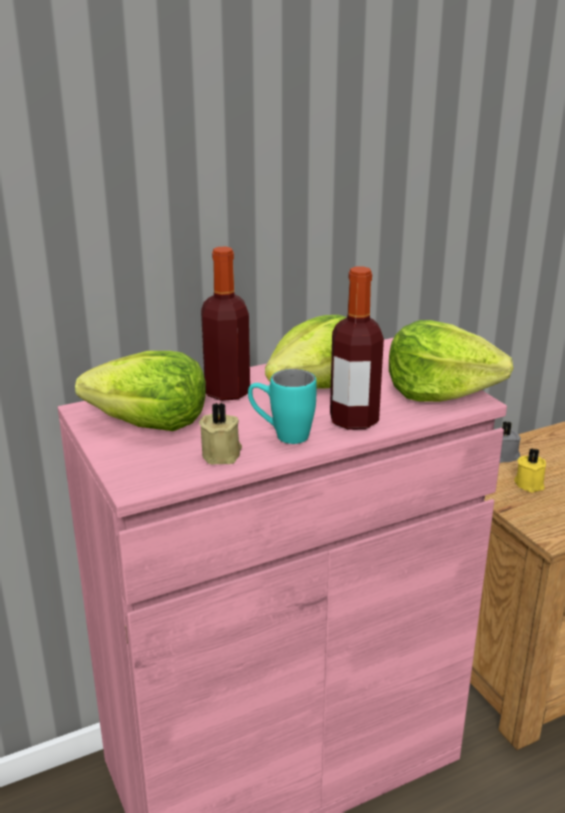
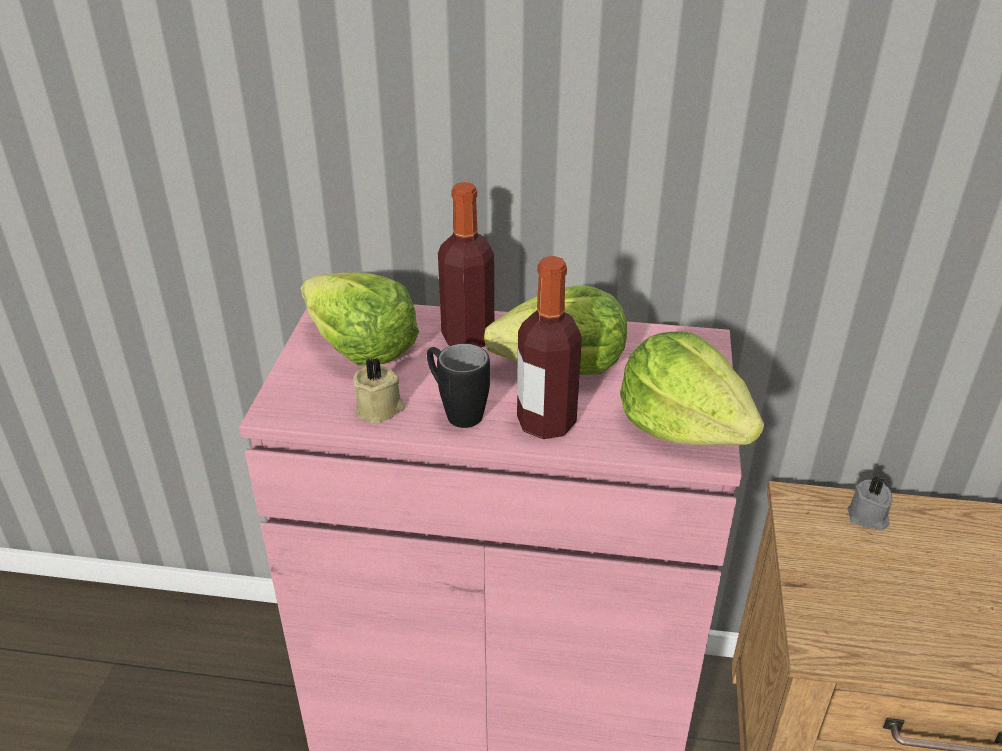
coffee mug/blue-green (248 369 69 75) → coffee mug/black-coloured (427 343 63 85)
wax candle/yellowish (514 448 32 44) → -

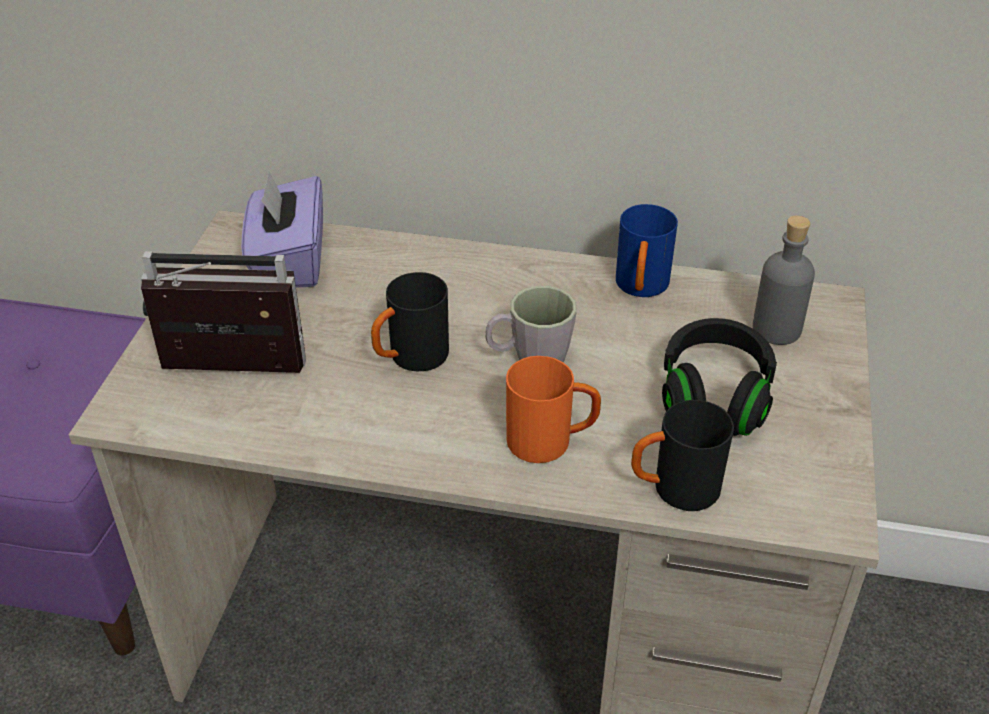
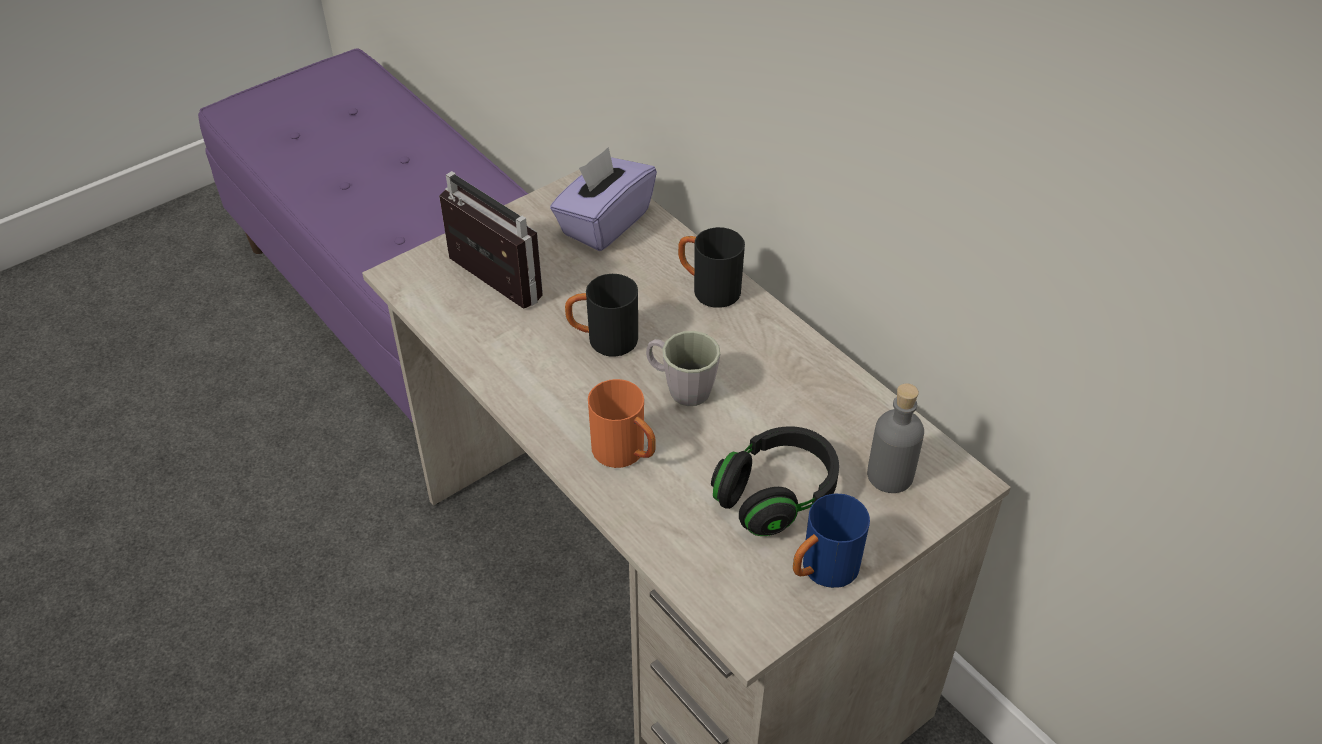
coffee mug/black-coloured (631 400 103 111) → coffee mug/black-coloured (678 227 67 81), move
coffee mug/bluish (616 204 62 93) → coffee mug/bluish (793 494 77 94), move

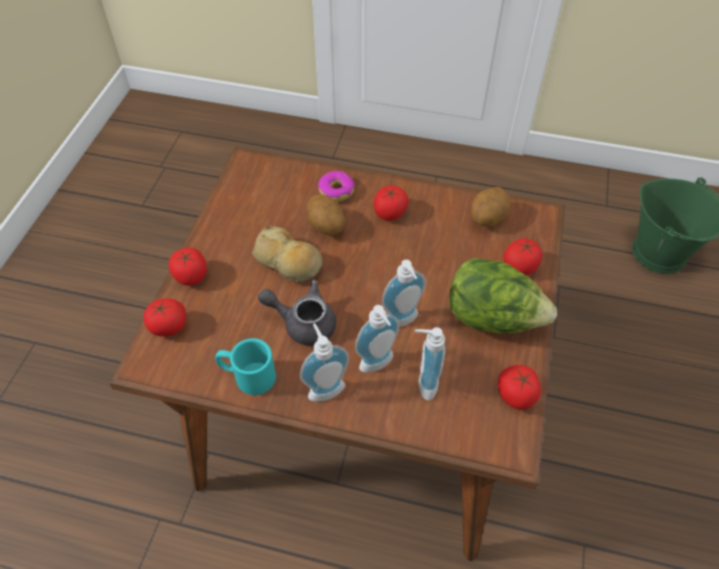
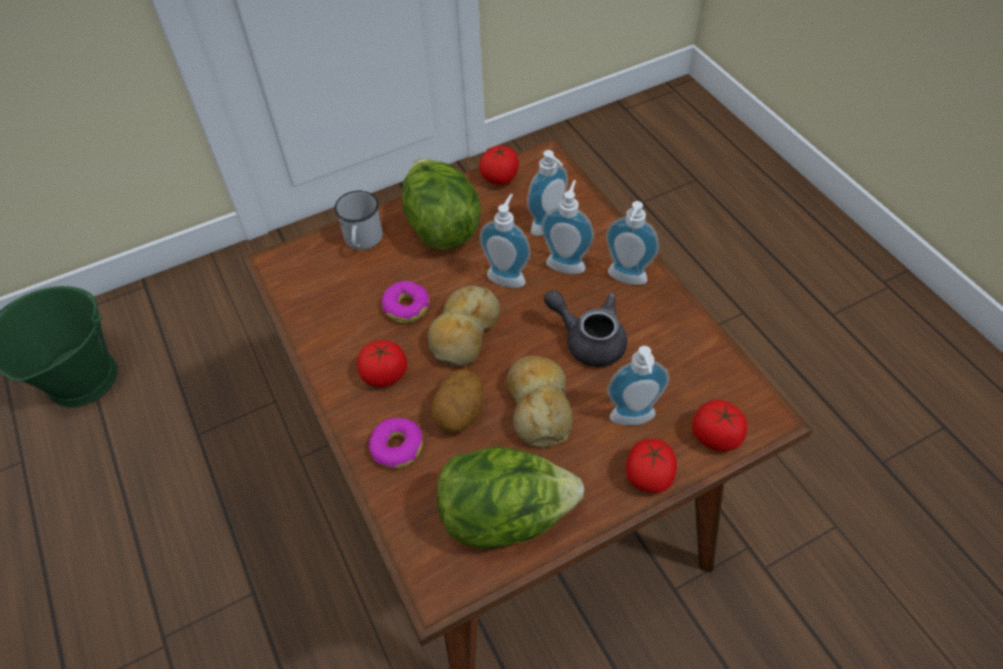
whole tomato (504 238 38 38) → coffee mug/white (334 191 49 59)
- → donut (382 281 47 42)
- → bakery bread (428 286 72 81)
- → lettuce head (437 446 147 103)
teapot/greyish (258 280 78 65) → teapot/greyish (544 290 83 77), 150 degrees clockwise
- → soap dispenser (607 346 63 80)
coffee mug/blue-green (215 338 61 57) → -
whole potato (471 187 40 40) → -

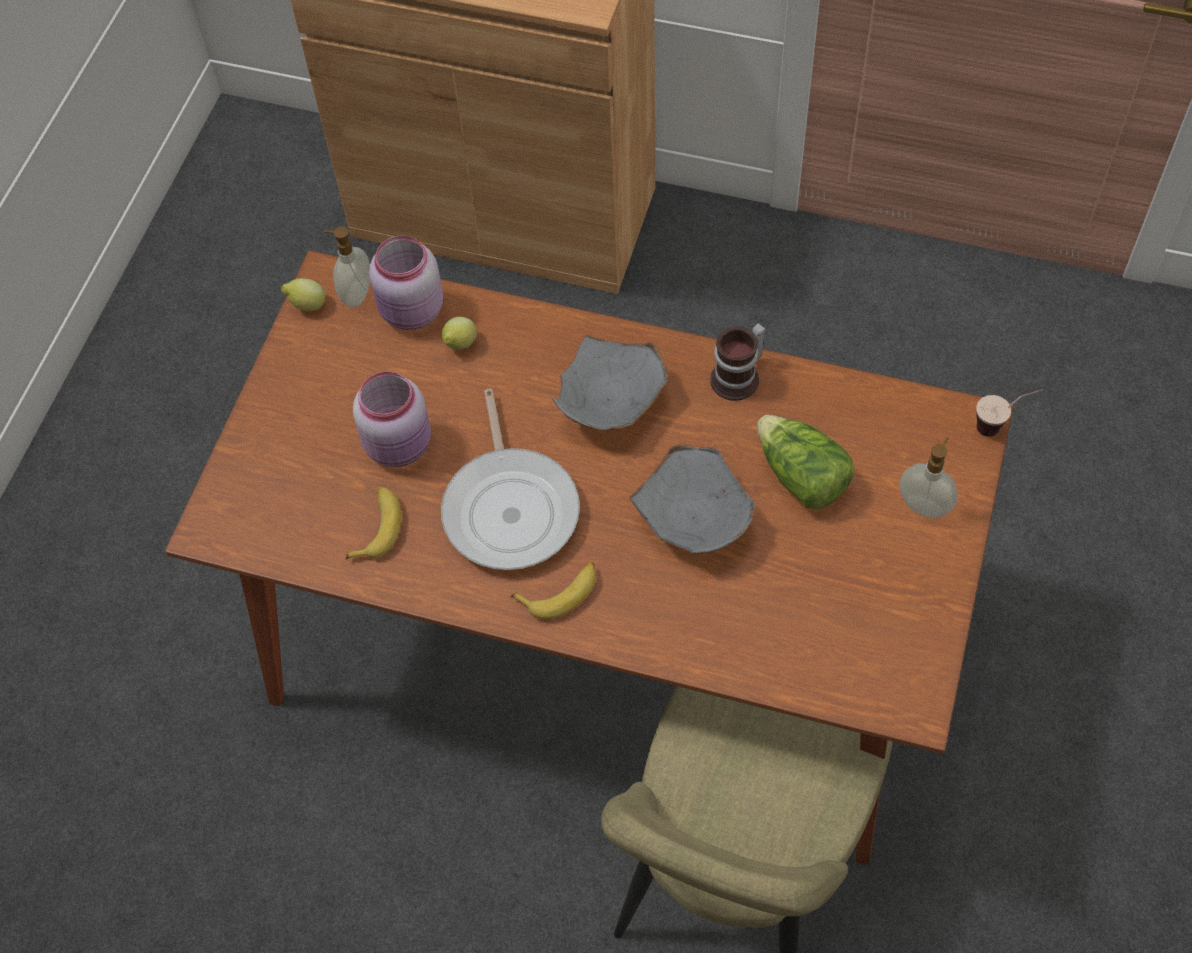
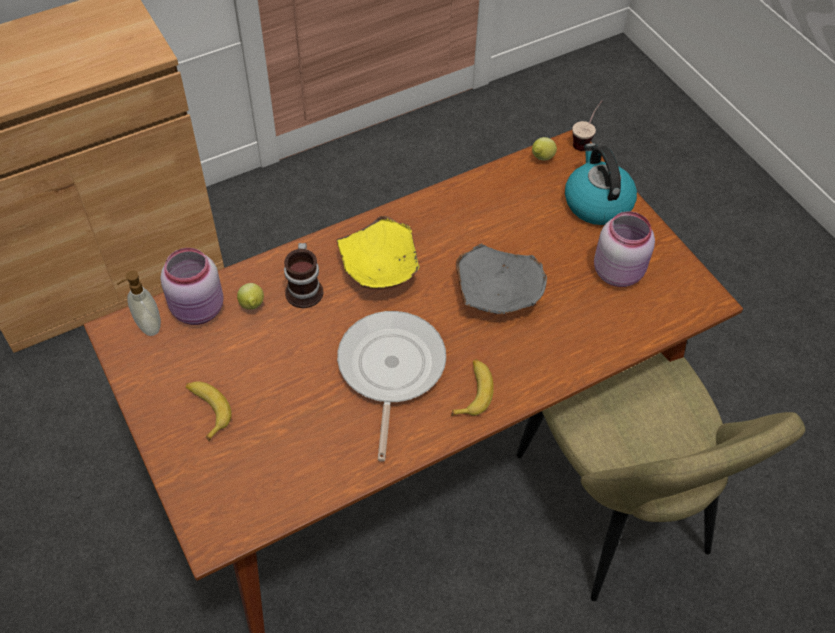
banana (346 485 55 75) → banana (186 381 46 60), move
coffee mug (710 323 56 78) → coffee mug (284 243 39 65), move
serving bowl/greyish (553 335 115 95) → serving bowl/yellowish (336 216 84 73)
frying pan (441 389 139 181) → frying pan (337 311 109 150), 120 degrees counterclockwise
whole lemon (281 278 44 33) → whole lemon (532 137 25 24), move
soap dispenser (900 437 58 82) → tea kettle (565 143 72 82)
preserve jar/pinkish (353 371 78 96) → preserve jar/pinkish (594 211 61 76), move
lettuce head (757 415 98 94) → -

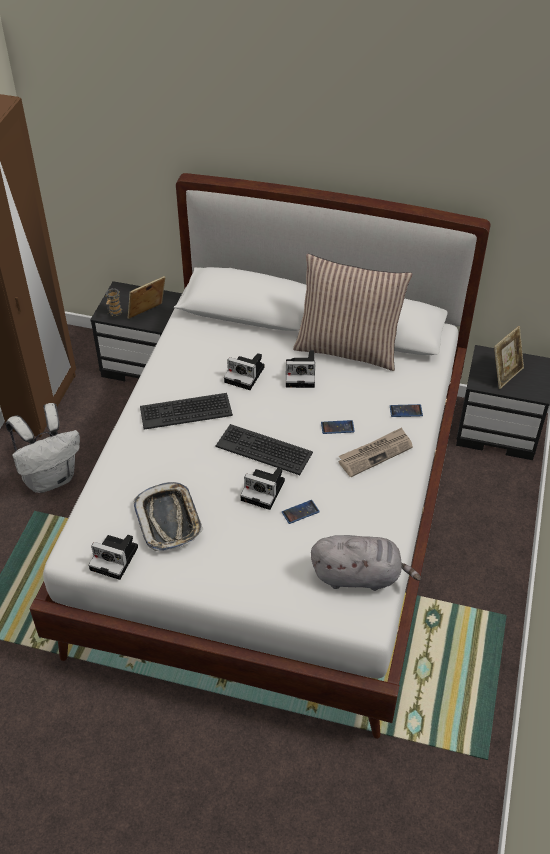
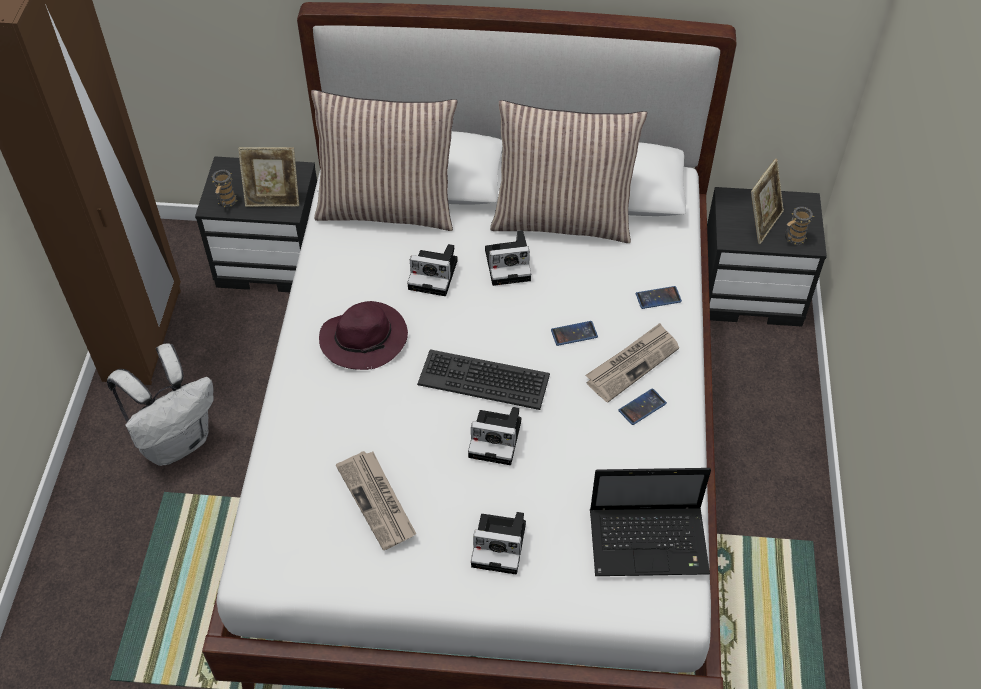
standing frame (128 276 37 43) → standing frame (238 147 61 60), 135 degrees counterclockwise
- → pillow (311 90 146 141)
keyboard (140 393 93 37) → hat/purple-coloured (319 301 89 69)
tray (134 482 69 69) → printed paper (336 451 80 99)
still camera (88 535 50 45) → still camera (471 512 55 62), move
soft toy/greyish (311 535 110 56) → laptop (590 468 121 108)
telephone (282 500 38 24) → telephone (618 389 49 36), move
- → coffee mug (785 207 29 38)

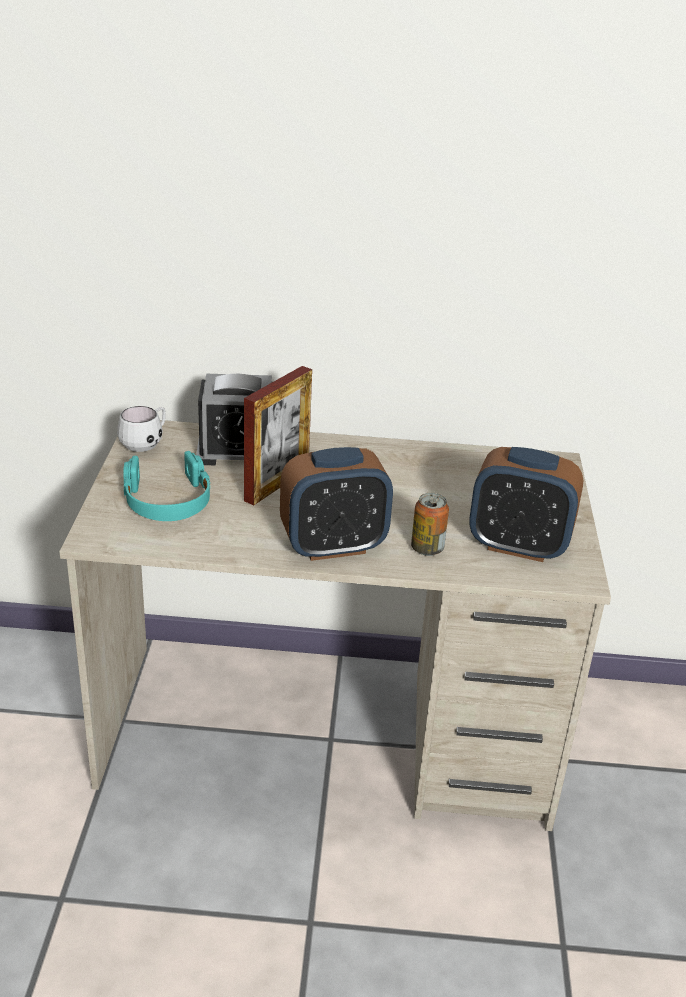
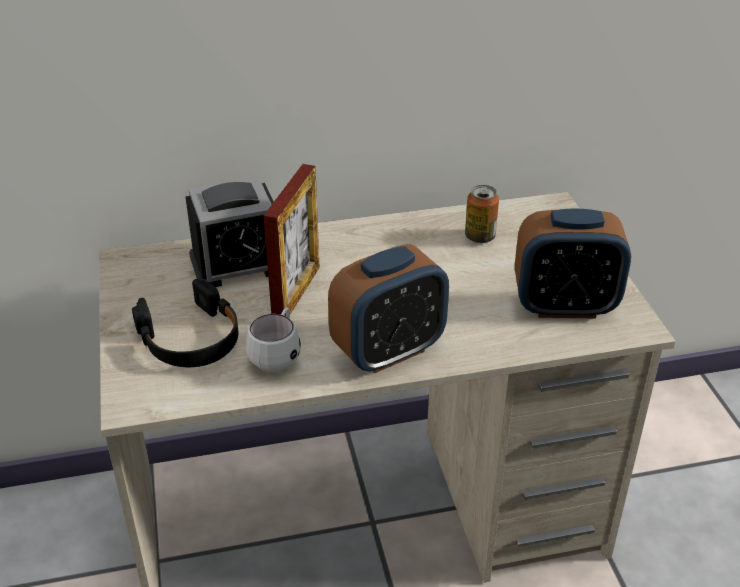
headphones/blue-green (123 451 87 70) → headphones/black-coloured (132 279 107 88)
coffee mug/white (117 406 49 46) → coffee mug/white (246 308 55 64), move
can (411 493 38 63) → can (465 185 34 58), move

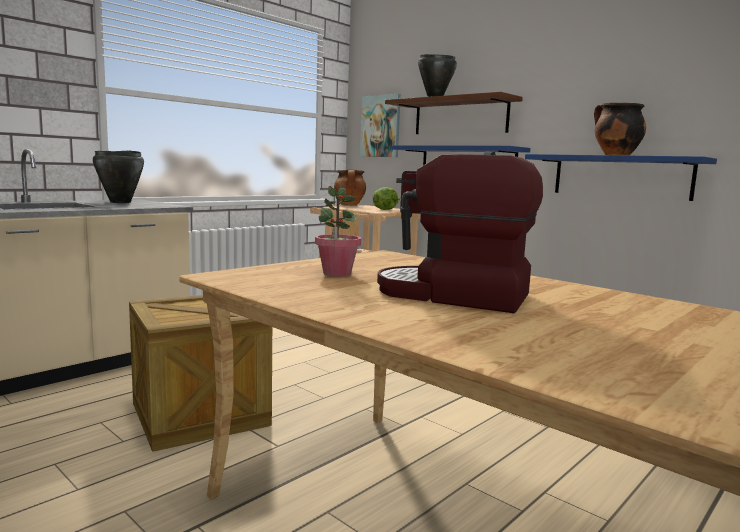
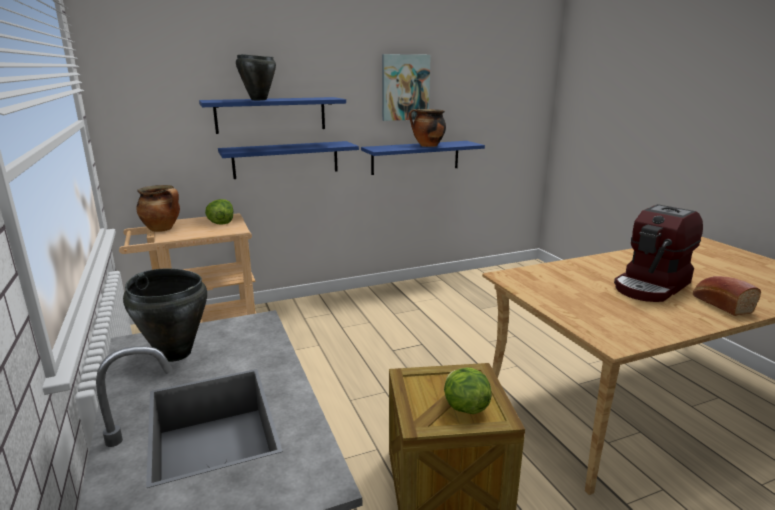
shelf/brownish (385 92 138 42) → shelf/bluish (199 97 147 37)
wall art (360 94 41 63) → wall art (382 54 49 67), move
- → lettuce head (444 367 48 47)
- → bakery bread (693 276 68 40)
plant in a pot (315 186 46 91) → -

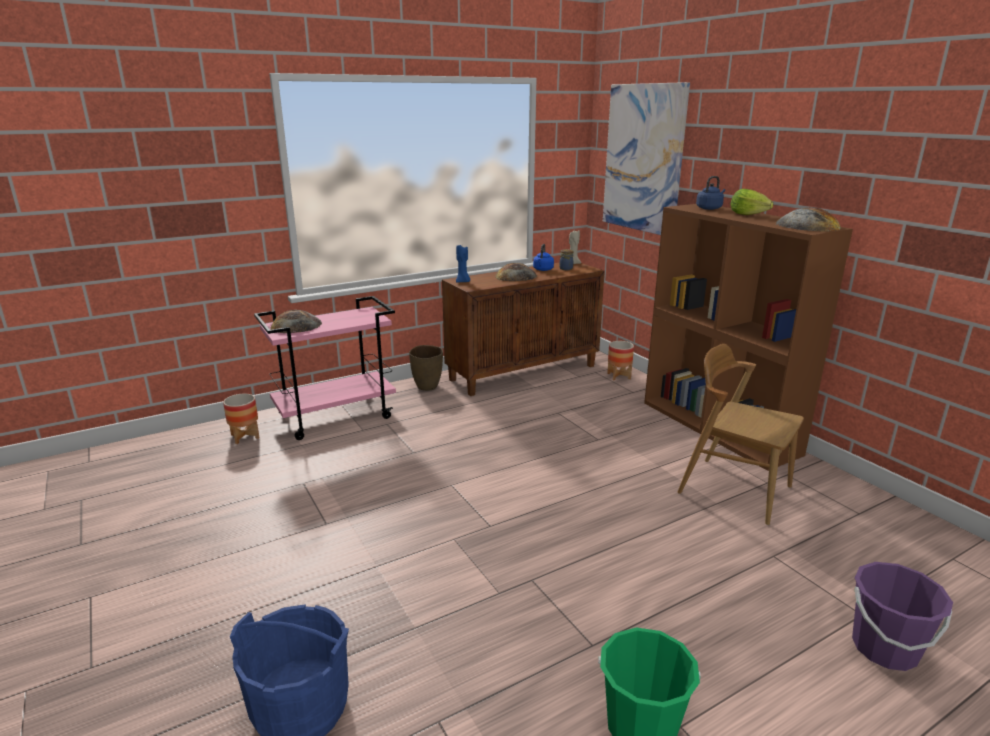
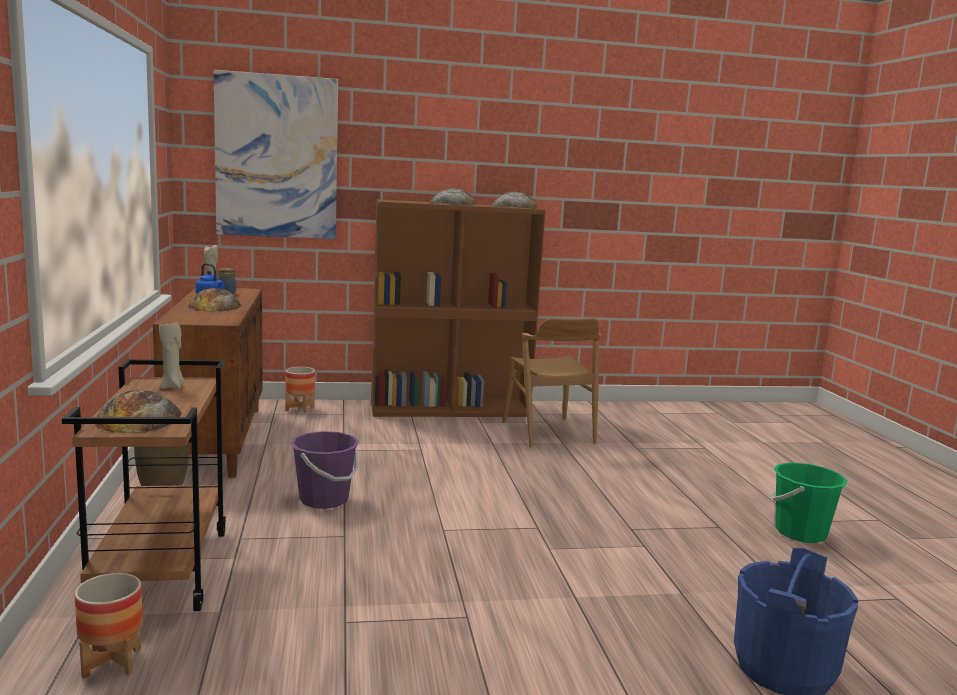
cart/pinkish (254 296 142 144) → cart/brownish (62 359 164 252)
- → wax candle/beige-coloured (159 323 26 66)
water bucket/purple-coloured (852 562 101 109) → water bucket/purple-coloured (290 431 69 78), move
lettuce head (730 189 43 26) → bakery bread (429 188 48 17)
upright chair/brownish (678 344 126 181) → upright chair/brownish (503 318 99 130), 75 degrees counterclockwise
wax candle/bluish (456 245 14 38) → -
tea kettle/bluish (696 176 29 34) → -

